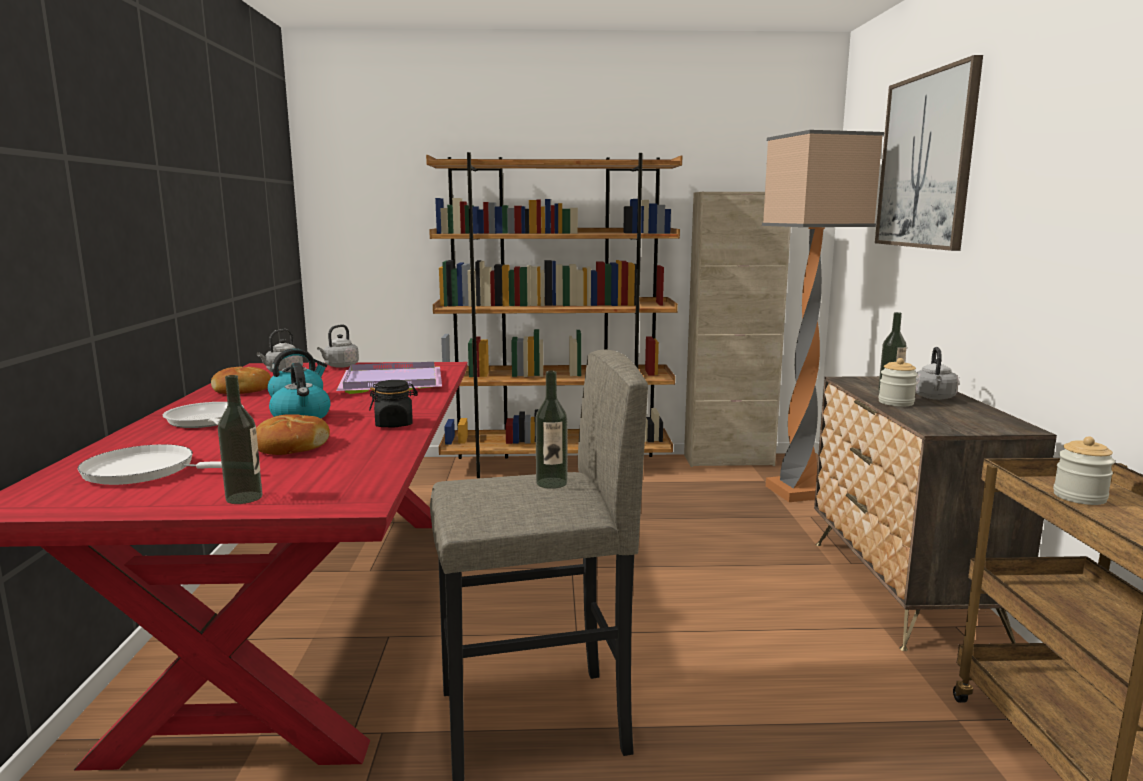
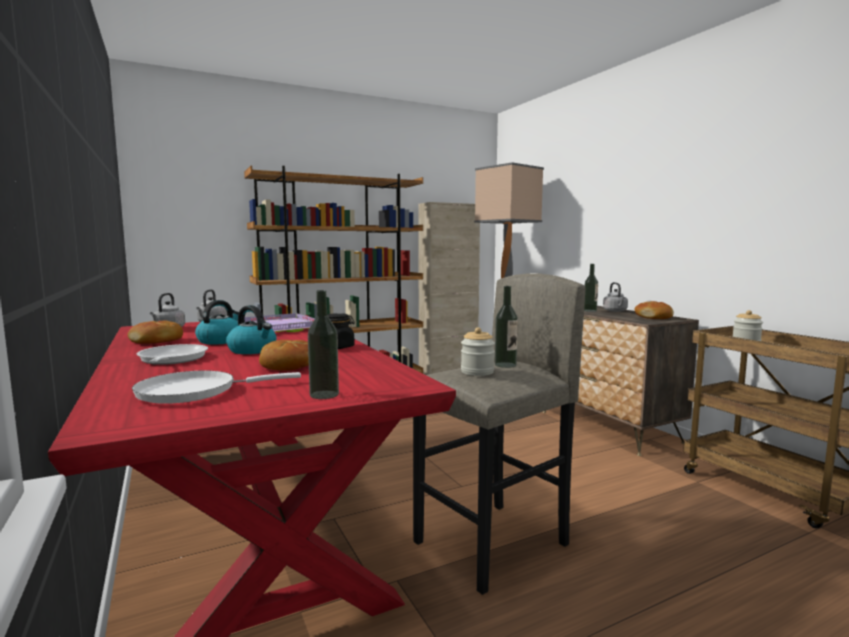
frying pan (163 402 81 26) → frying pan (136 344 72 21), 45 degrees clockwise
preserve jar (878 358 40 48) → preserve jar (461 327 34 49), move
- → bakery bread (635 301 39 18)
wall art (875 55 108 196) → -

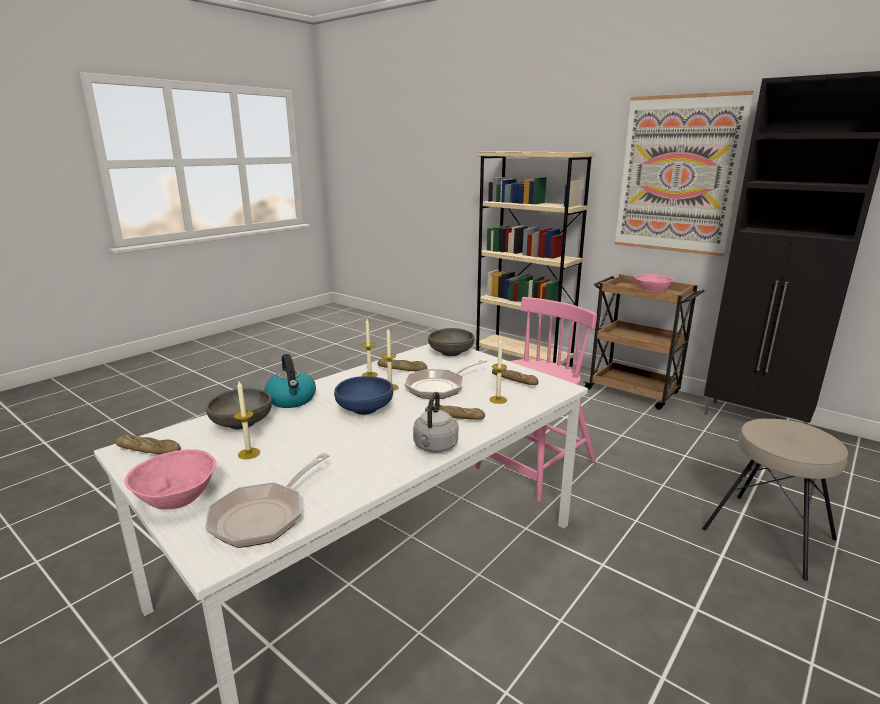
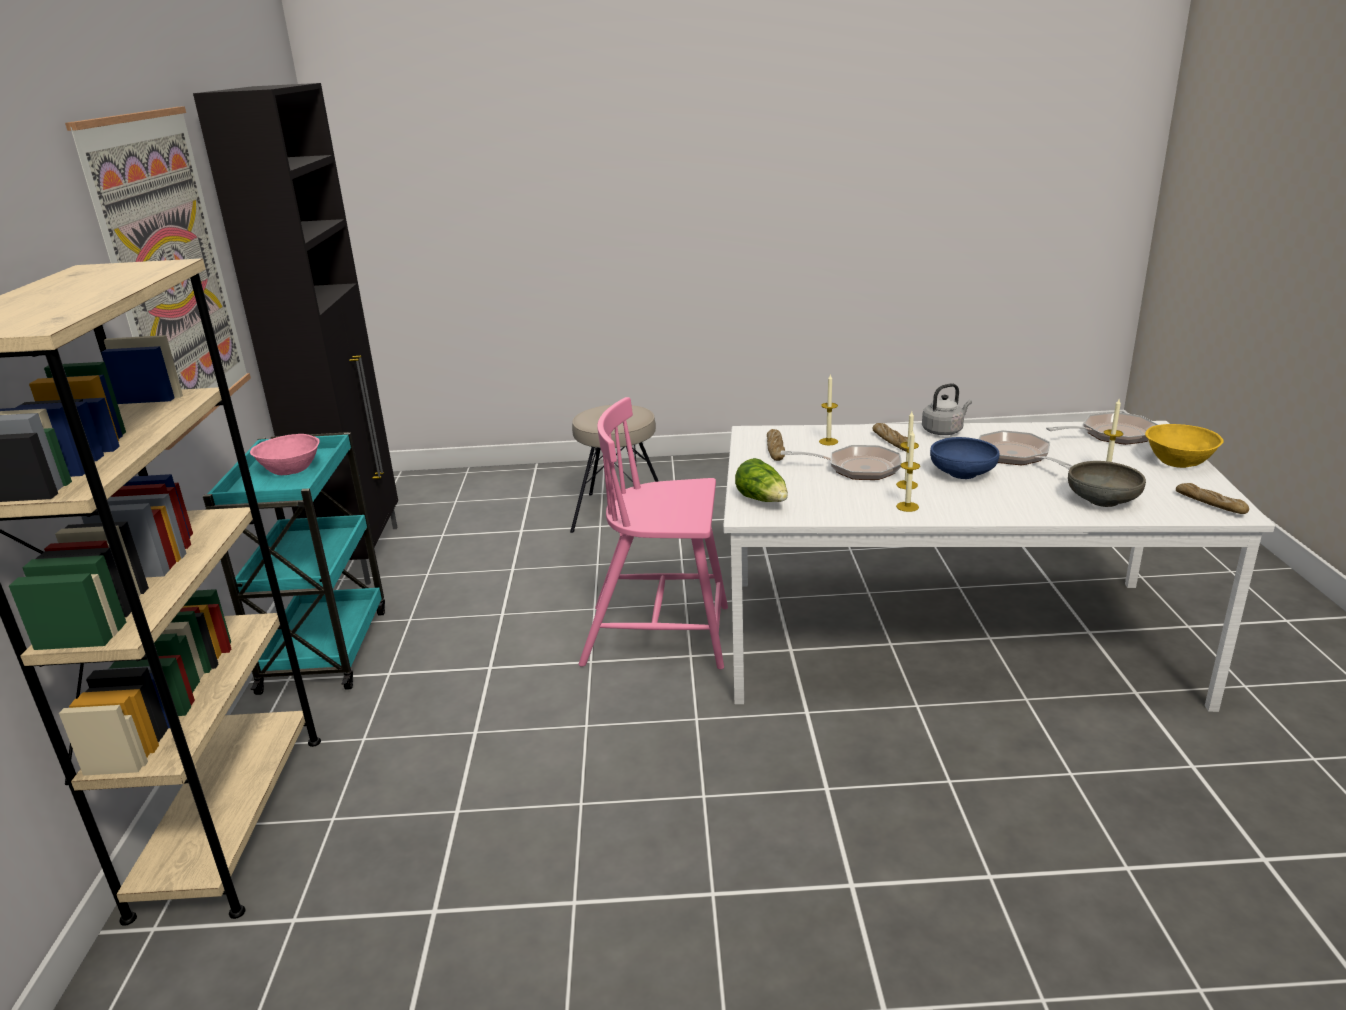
cart/brownish (583 274 121 136) → cart/blue-green (203 432 182 263)
serving bowl/greyish (428 328 46 28) → lettuce head (735 458 53 44)
- → frying pan (978 430 95 39)
serving bowl/pinkish (124 449 92 61) → serving bowl/yellowish (1145 424 79 44)
tea kettle (265 354 51 54) → -
bakery bread (377 358 50 14) → -

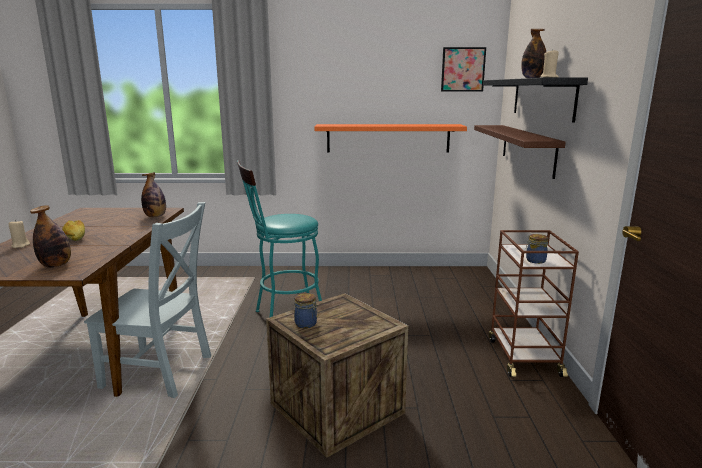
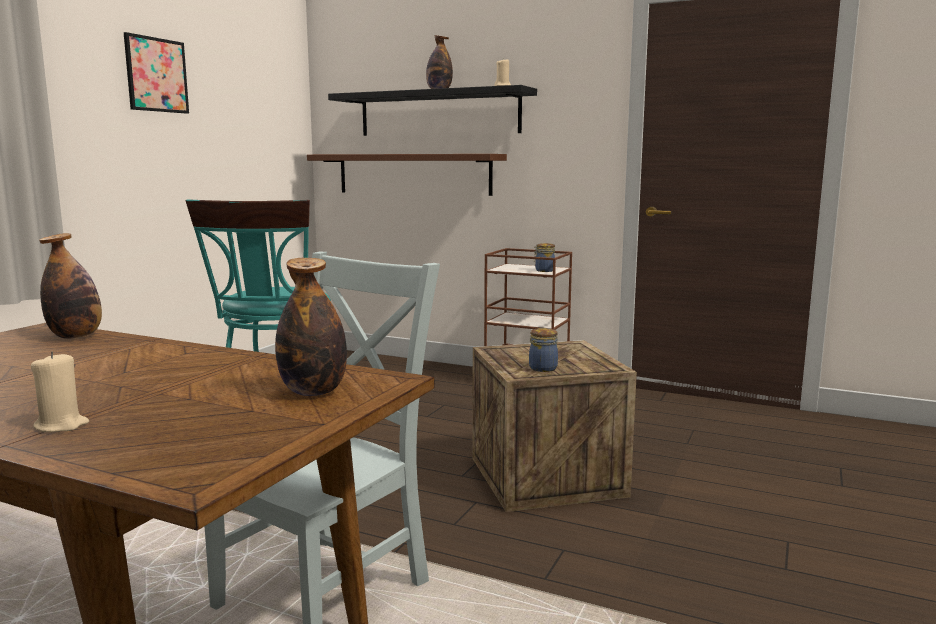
wall art (441 47 45 45) → wall art (124 32 65 82), move
bakery bread (62 220 23 21) → -
shelf/orangey (314 124 153 28) → -

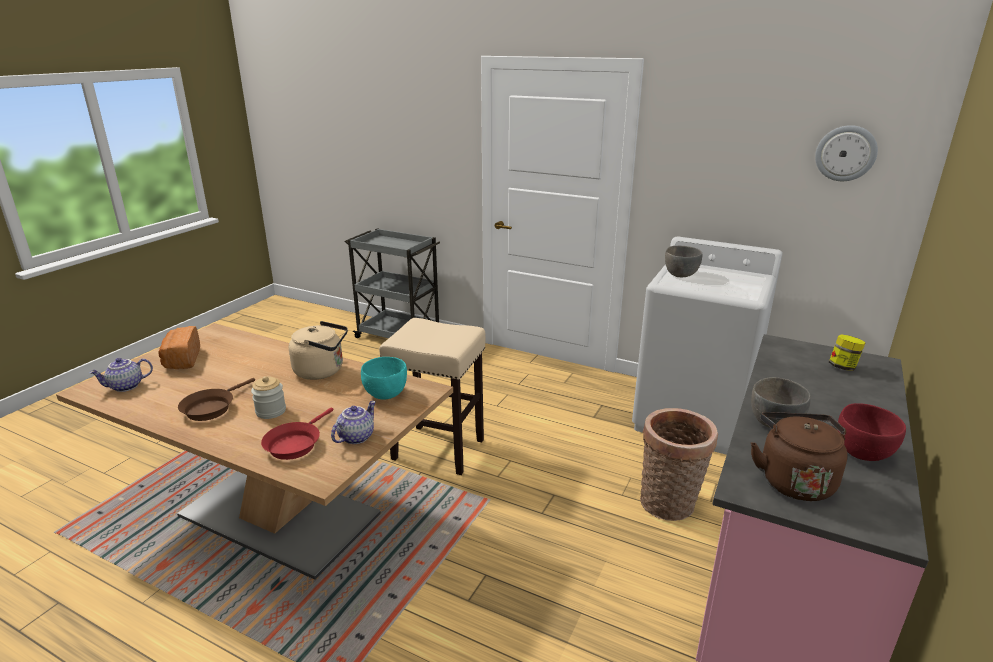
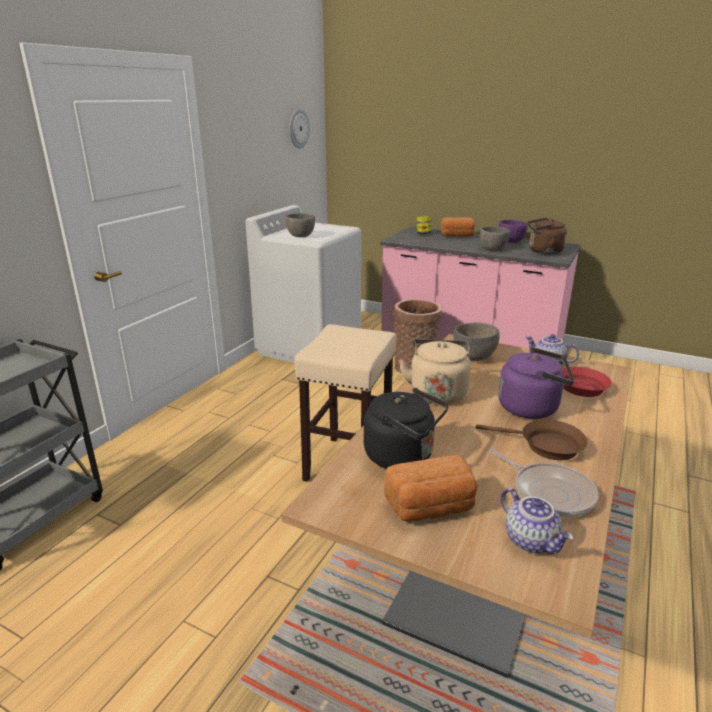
- → tea kettle/black-coloured (364 388 84 81)
- → bakery bread (441 217 34 20)
serving bowl/blue-green (361 357 46 43) → serving bowl/greyish (454 322 46 39)
- → frying pan (489 449 110 68)
preserve jar (251 376 35 43) → tea kettle/purple-coloured (498 347 76 72)
serving bowl/reddish (838 403 68 58) → serving bowl/purple-coloured (499 220 29 23)

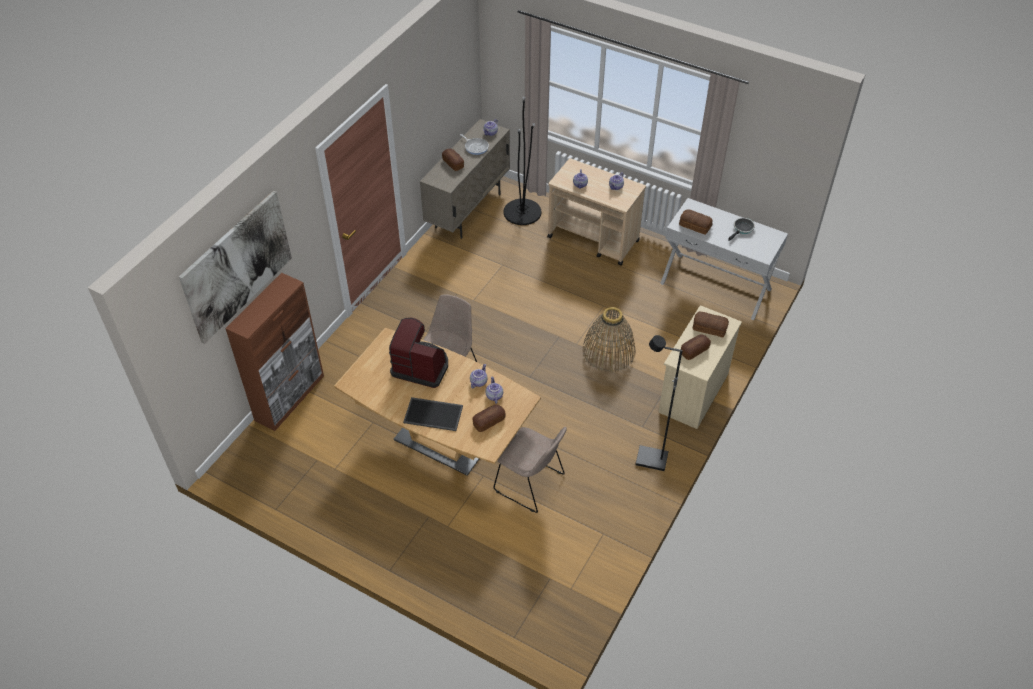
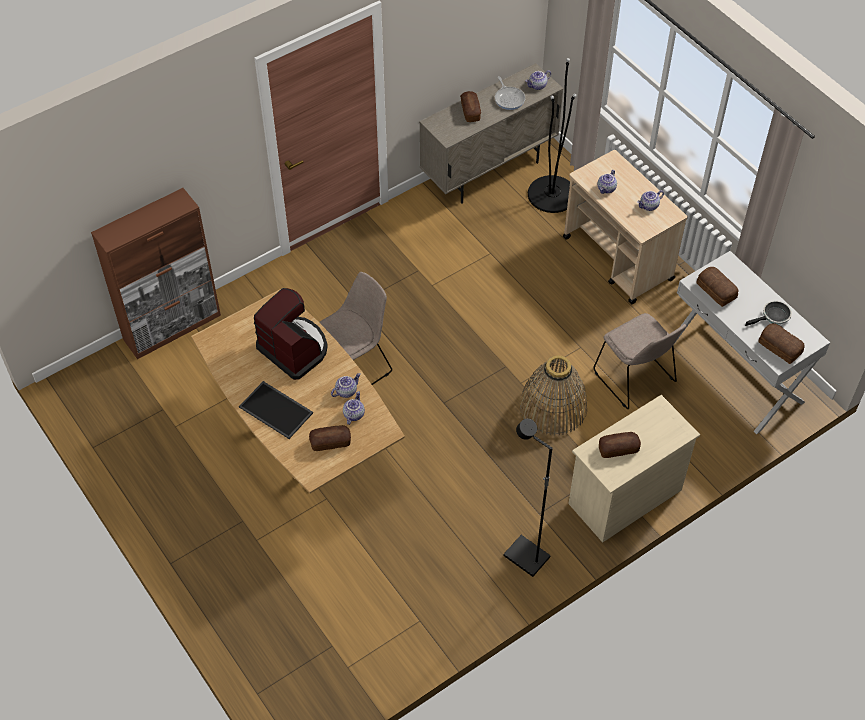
upright chair/beige-coloured (494 427 73 86) → upright chair/beige-coloured (594 313 92 96), move
bakery bread (693 312 36 25) → bakery bread (758 323 47 41), move
wall art (179 190 113 154) → -

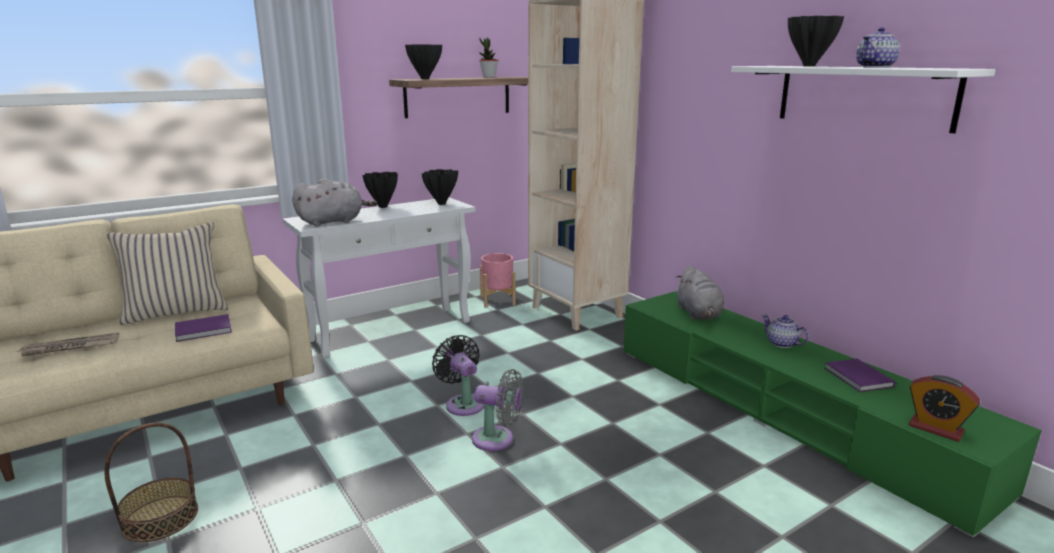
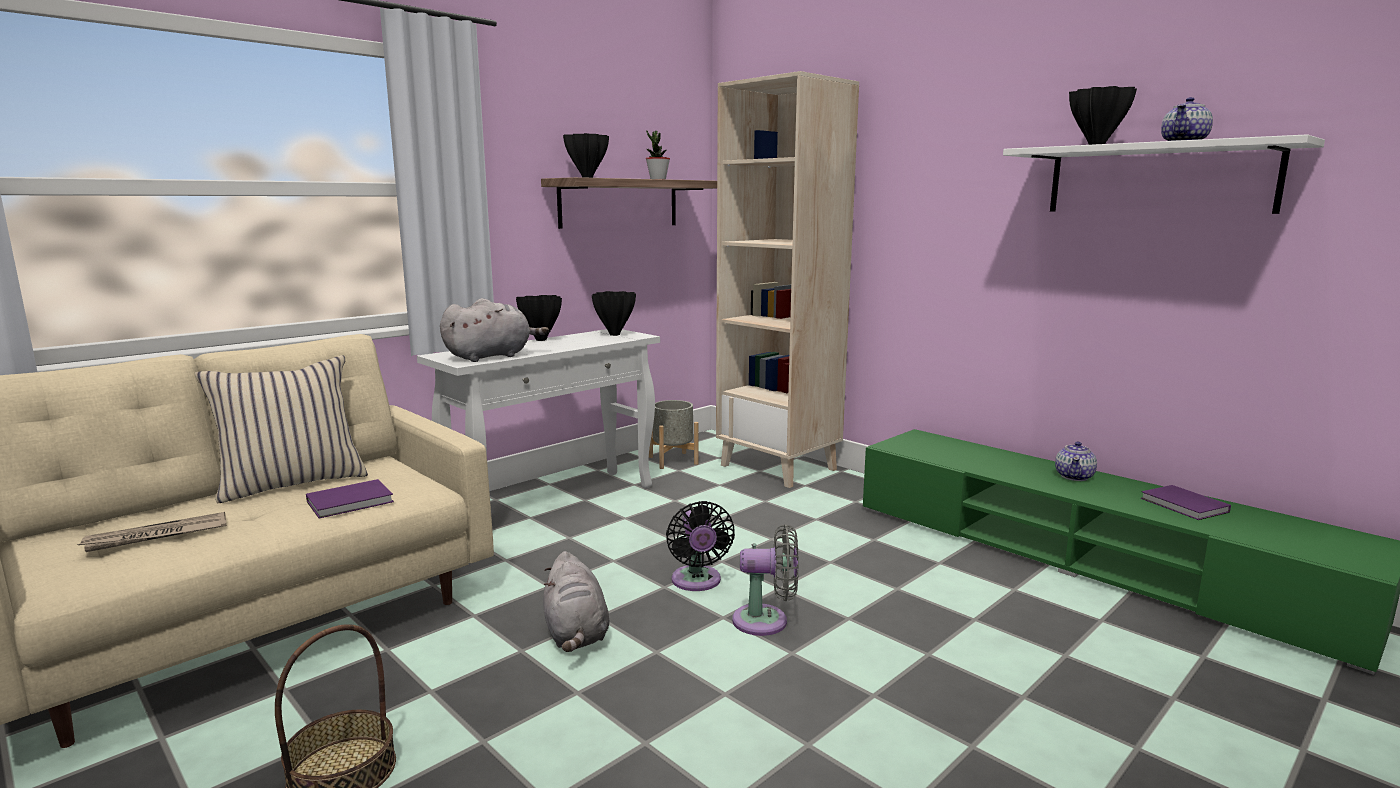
soft toy/greyish (676 266 48 54) → soft toy/greyish (543 551 67 101), move
planter/pinkish (480 253 36 54) → planter/greyish (649 400 50 69)
fan/black-coloured (432 335 51 81) → fan/black-coloured (666 501 69 90), 150 degrees counterclockwise
teapot (762 315 47 33) → teapot (1055 441 42 40), 105 degrees counterclockwise
table clock (909 375 71 67) → -

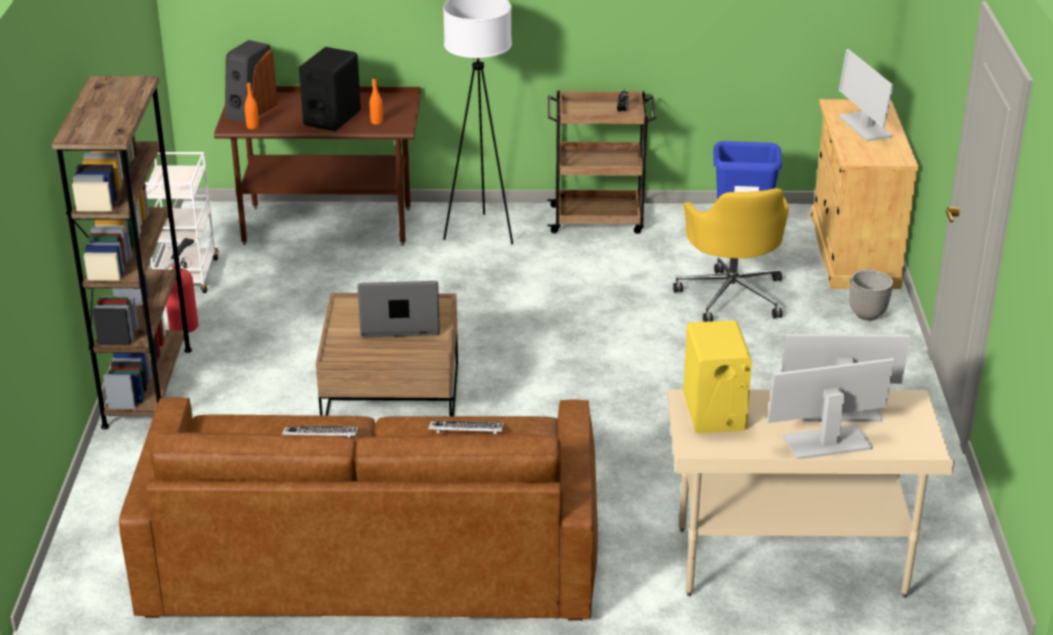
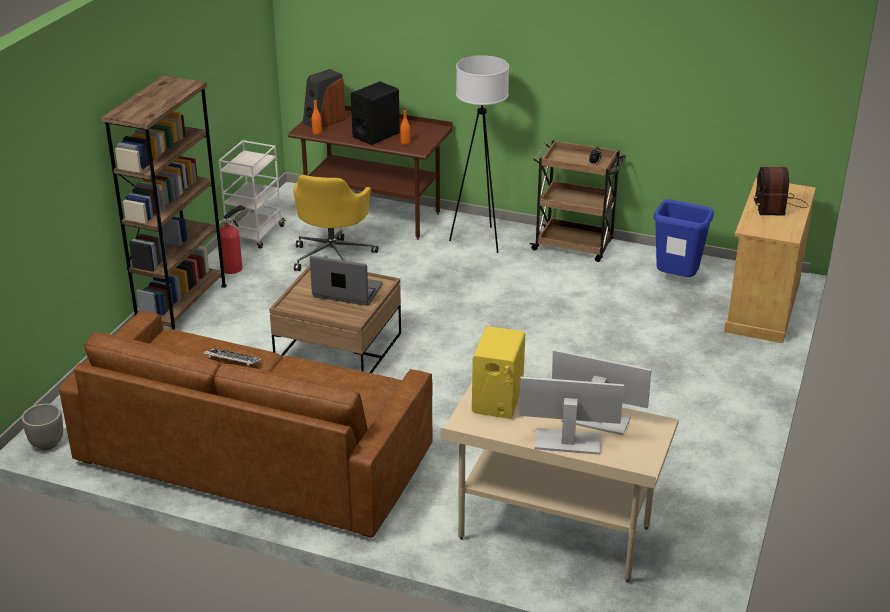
planter (849 270 44 51) → planter (21 403 42 47), move
office chair/yellowish (673 188 116 134) → office chair/yellowish (293 175 85 96), move
computer screen (839 49 54 92) → radio (753 167 55 48)
keyboard (429 421 74 13) → -

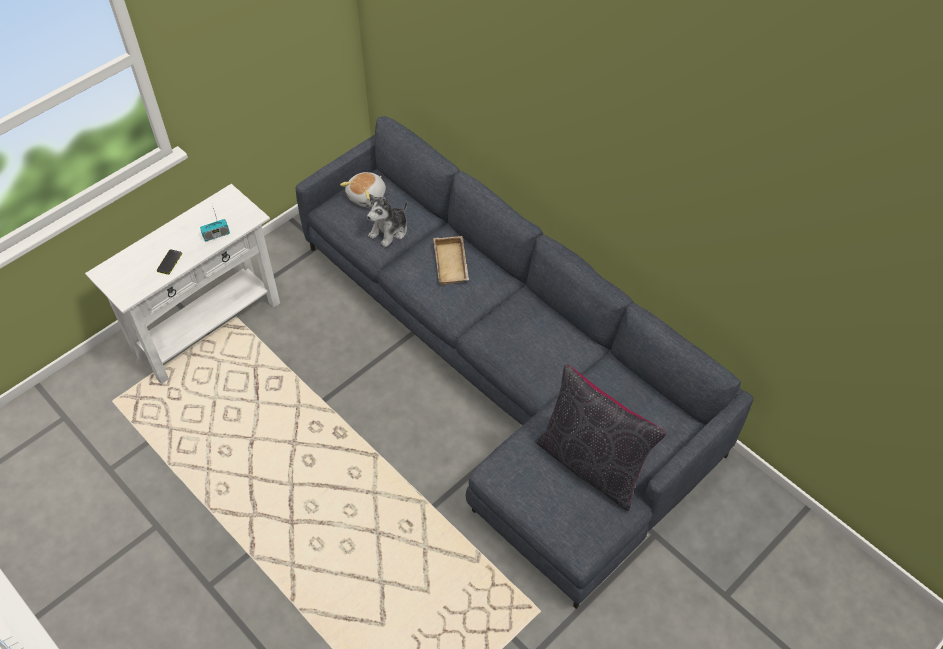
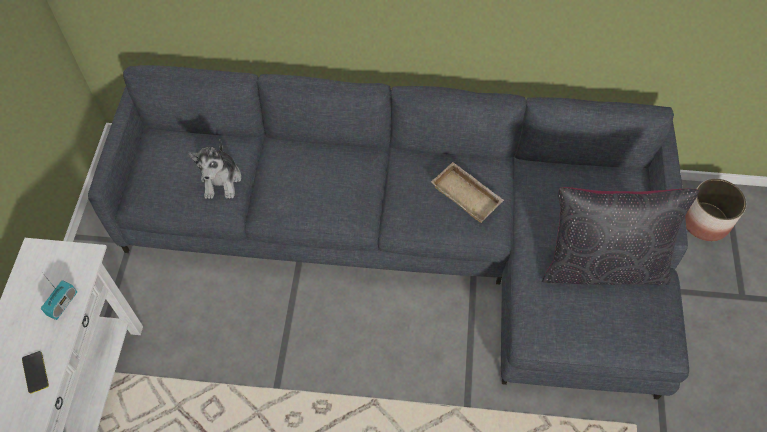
tray/beige-coloured (433 236 36 49) → tray/beige-coloured (431 162 73 61), move
- → planter (685 179 61 62)
soft toy (340 172 46 35) → -

